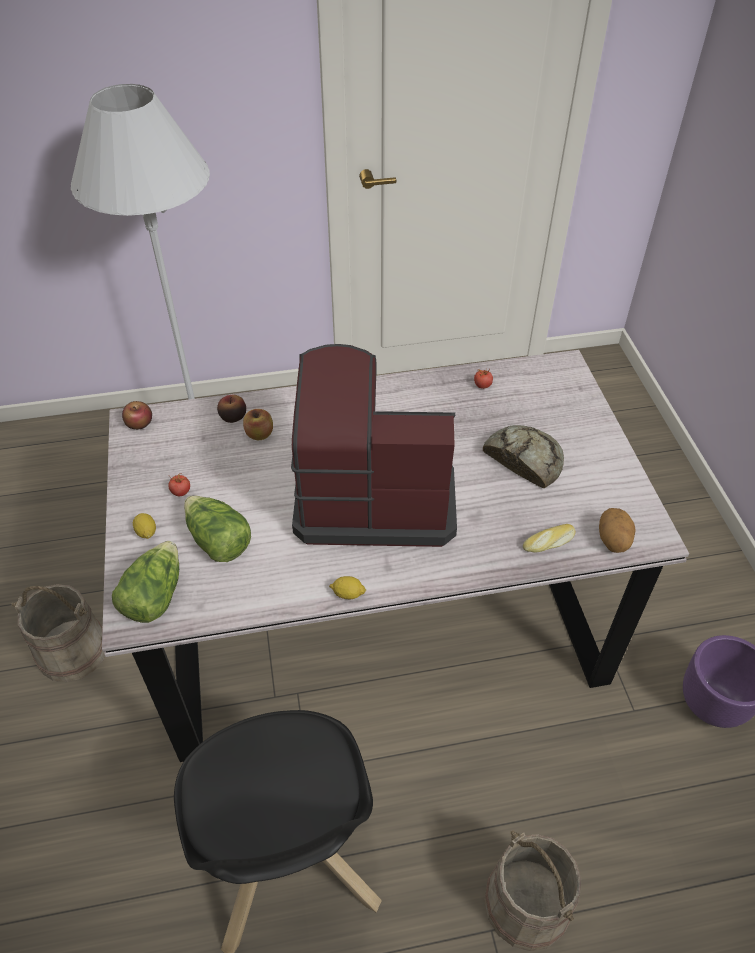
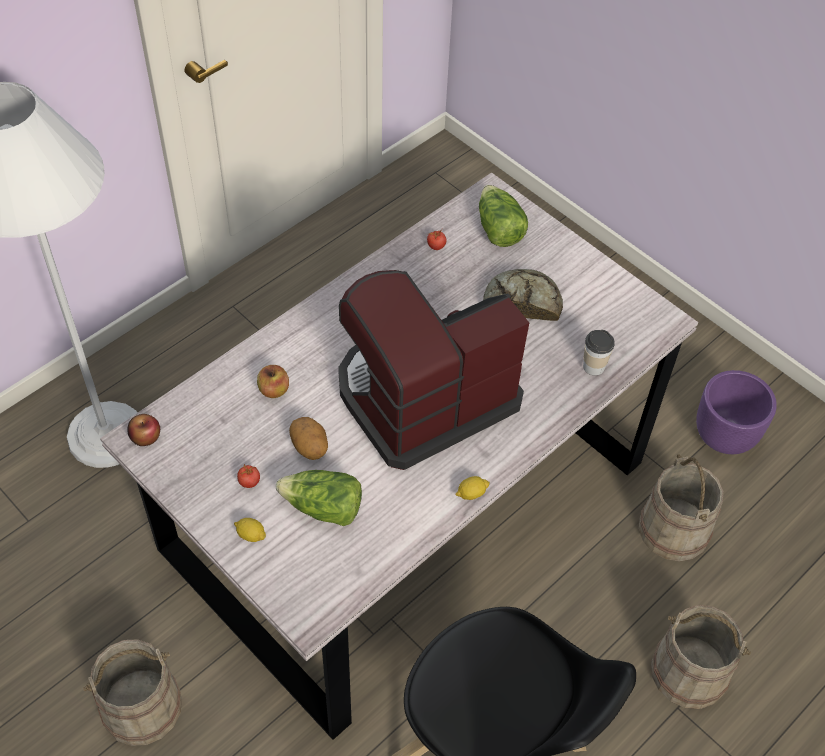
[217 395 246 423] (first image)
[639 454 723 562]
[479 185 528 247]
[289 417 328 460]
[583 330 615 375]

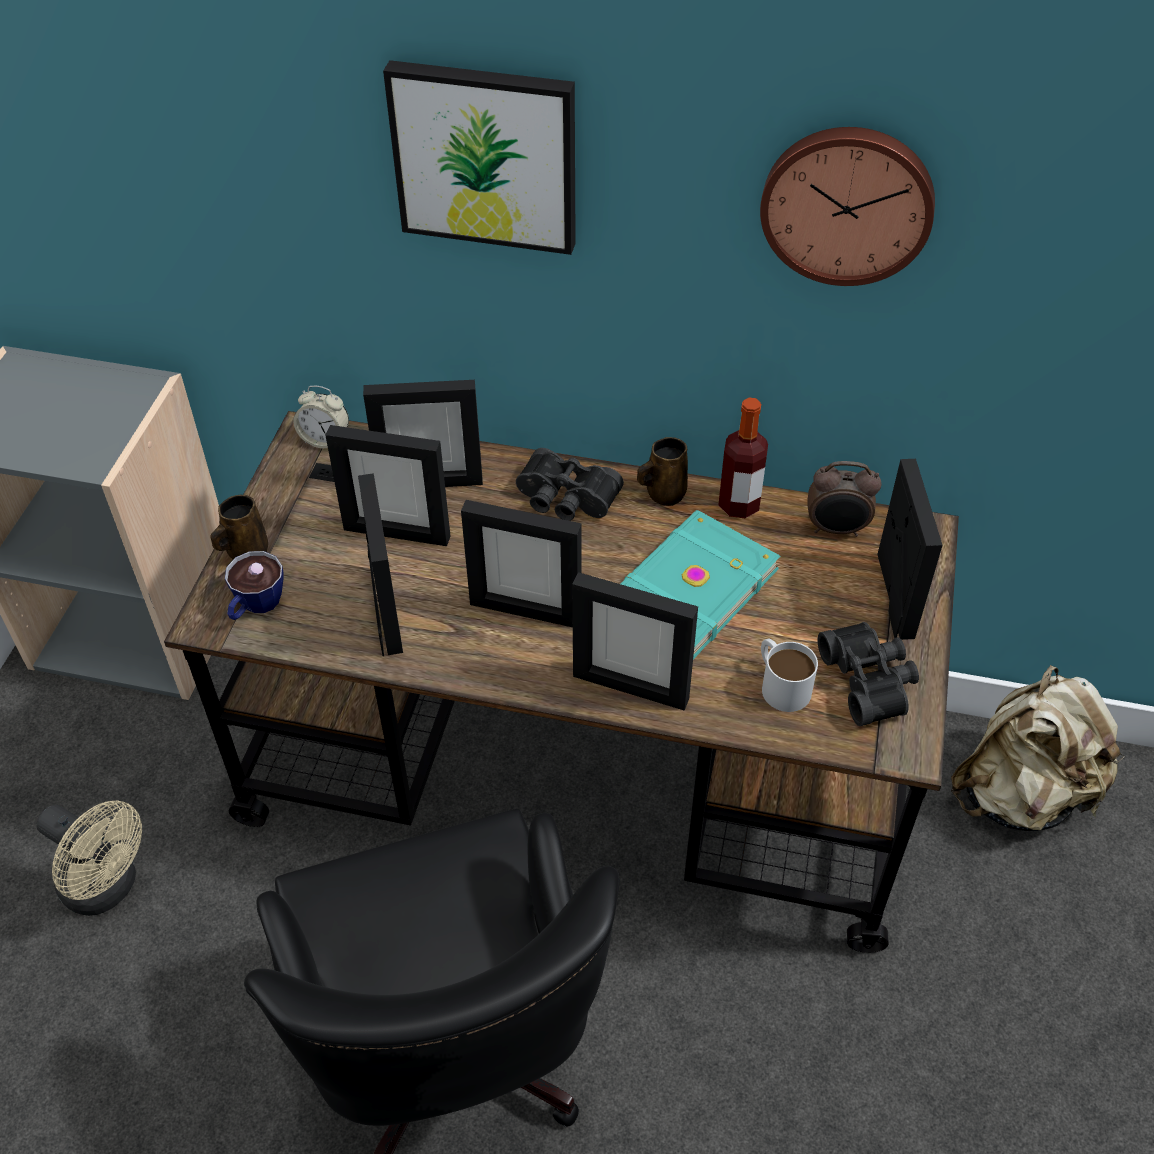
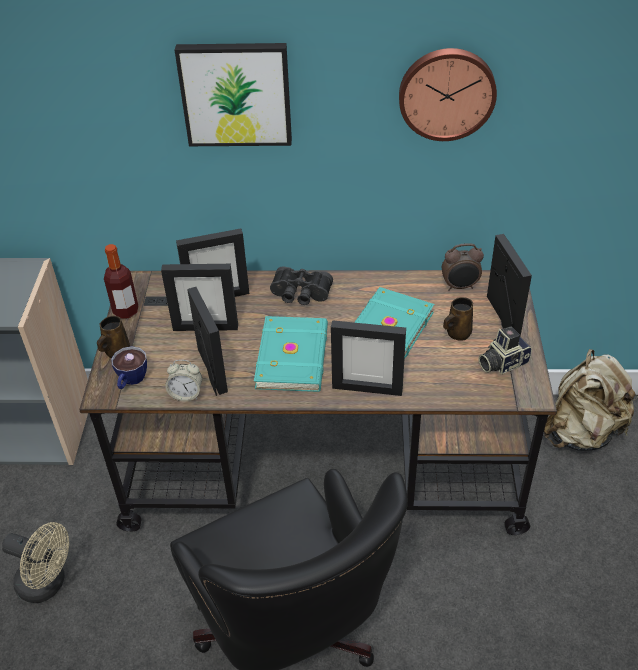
[761 638 818 712] (first image)
[165 360 202 401]
[443 297 473 341]
[104 244 138 319]
[254 316 328 392]
[478 326 532 375]

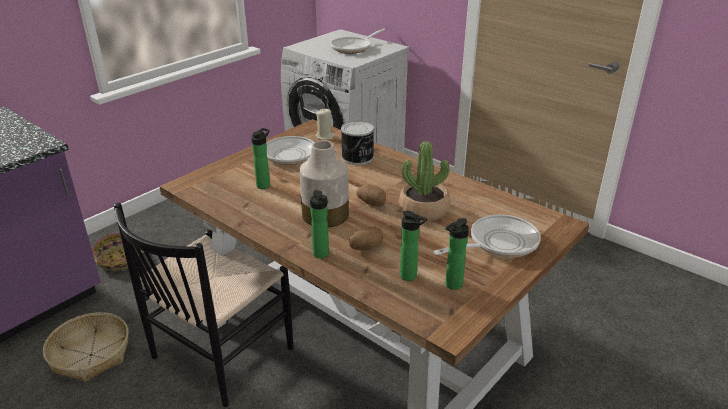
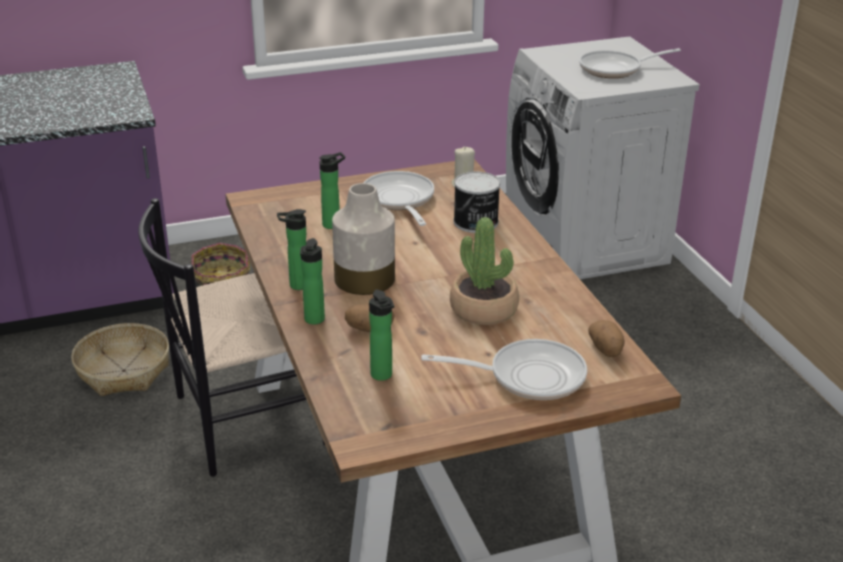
[588 320 625 357]
[277 209 306 290]

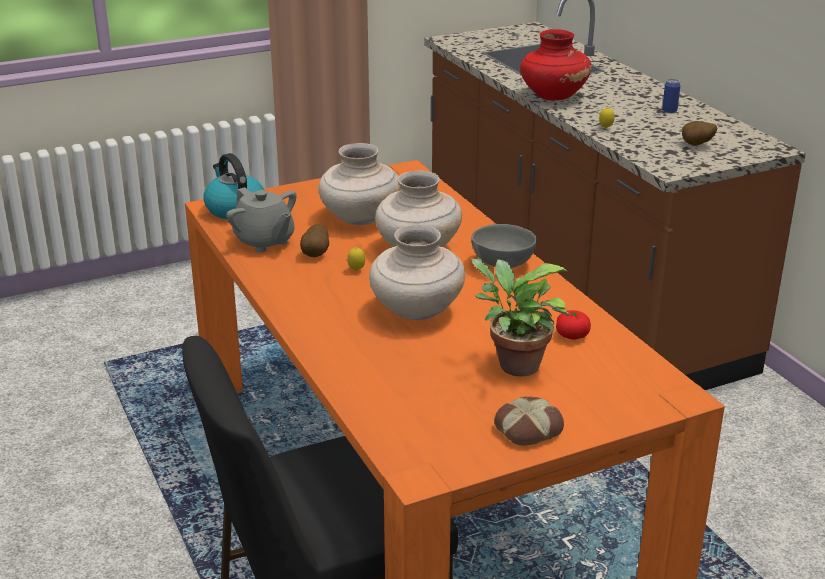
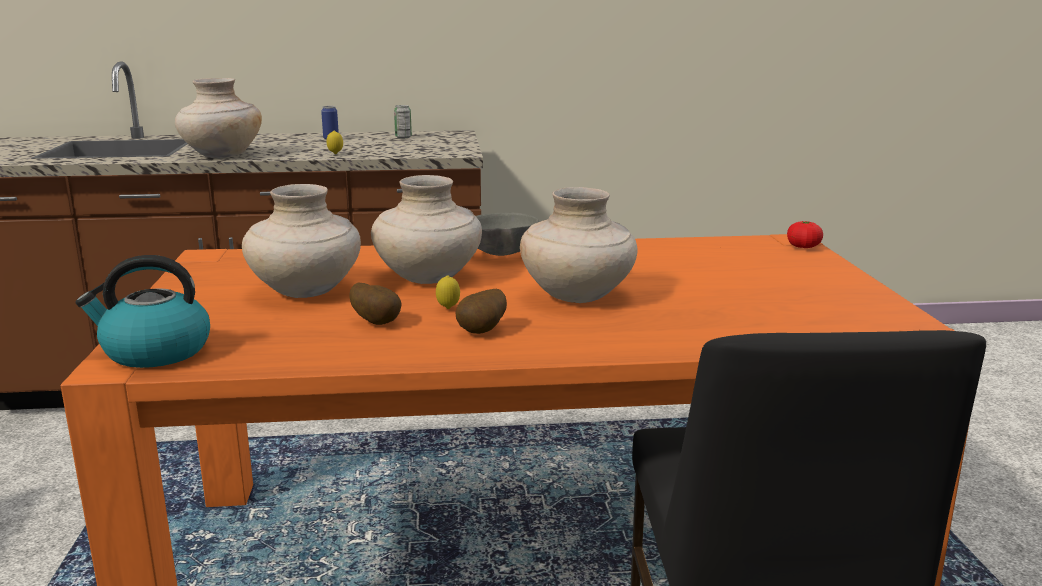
[226 187 297 253] (first image)
[470 258 569 376] (first image)
[494 396 564 446] (first image)
[394 105 412 138]
[787 221 823 248]
[455 289 507 334]
[175 78 262 158]

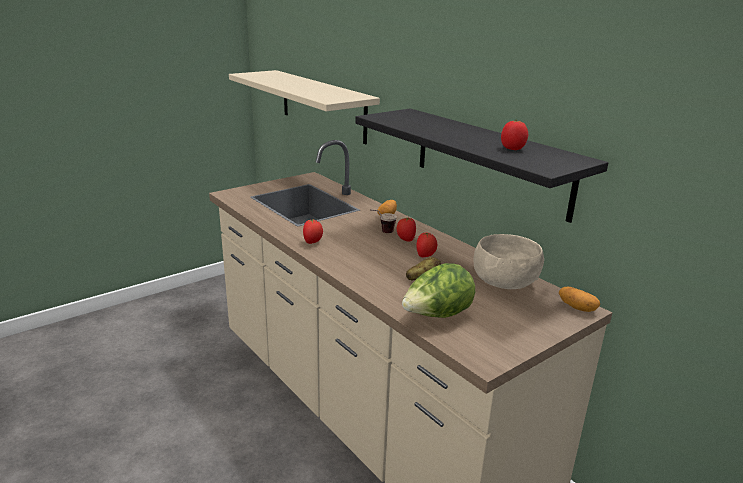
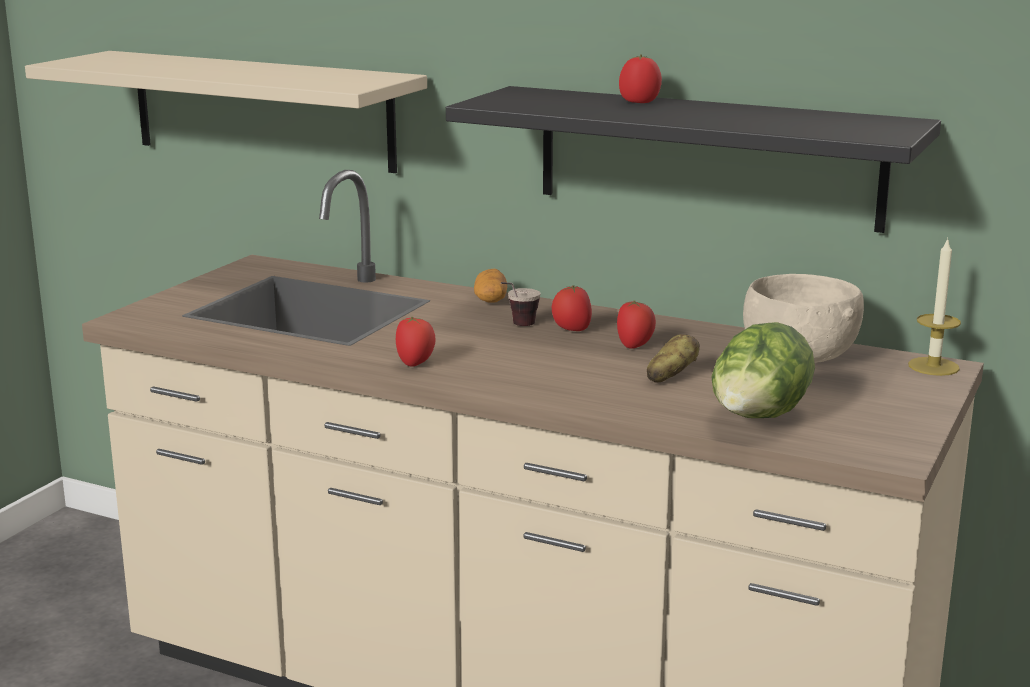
[619 54 662 103]
[908 237 961 376]

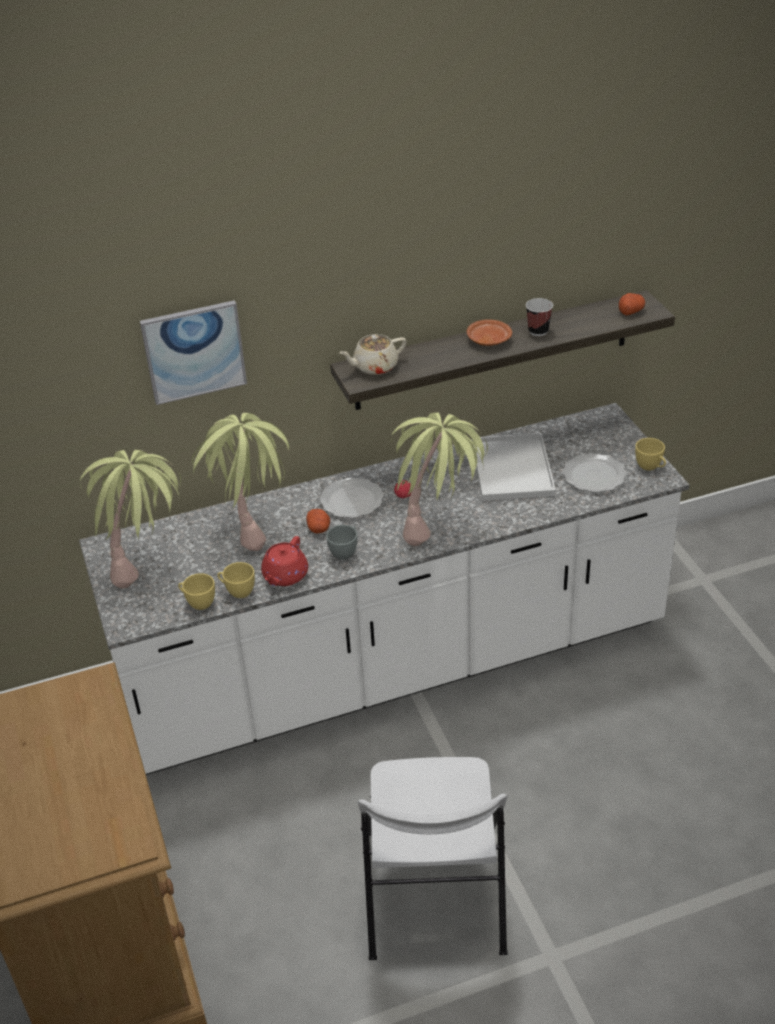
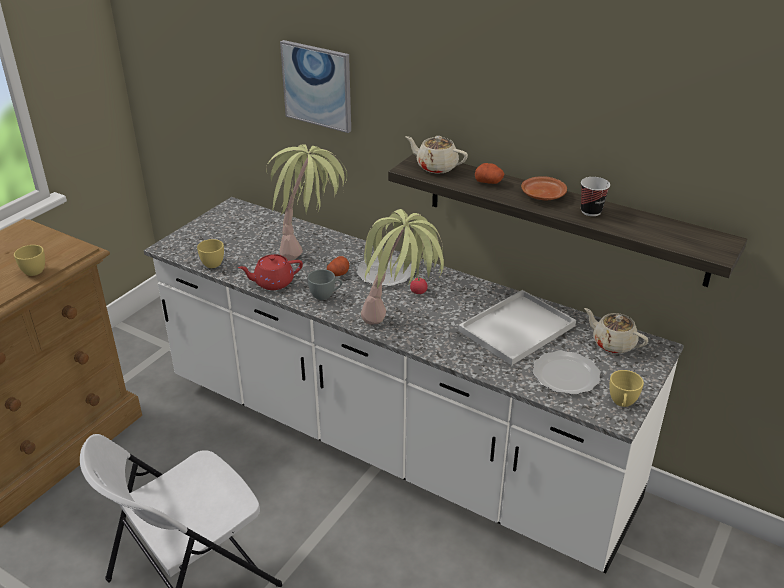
[80 450 181 588] (first image)
[584 308 648 354]
[14 245 45 276]
[475 163 504 184]

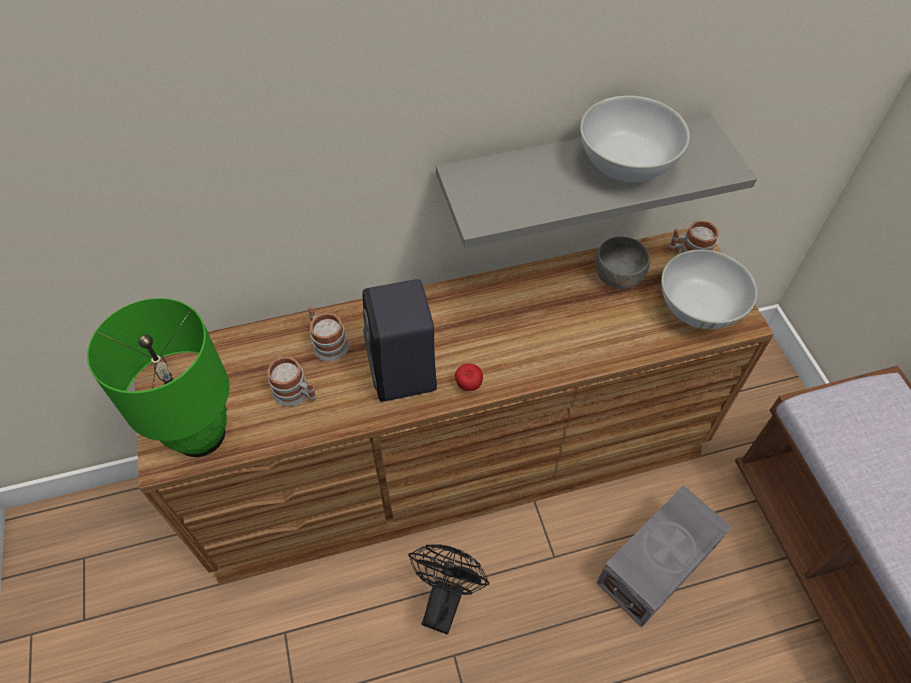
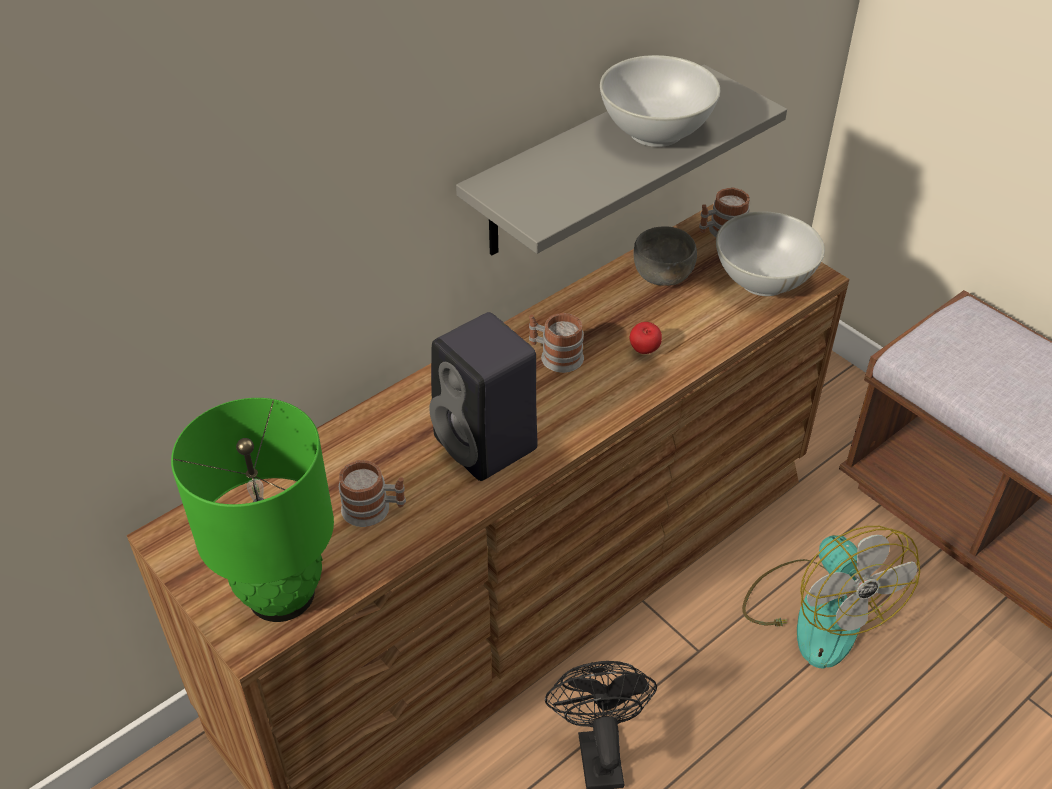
[529 313 584 373]
[630 322 662 354]
[742 526 920 669]

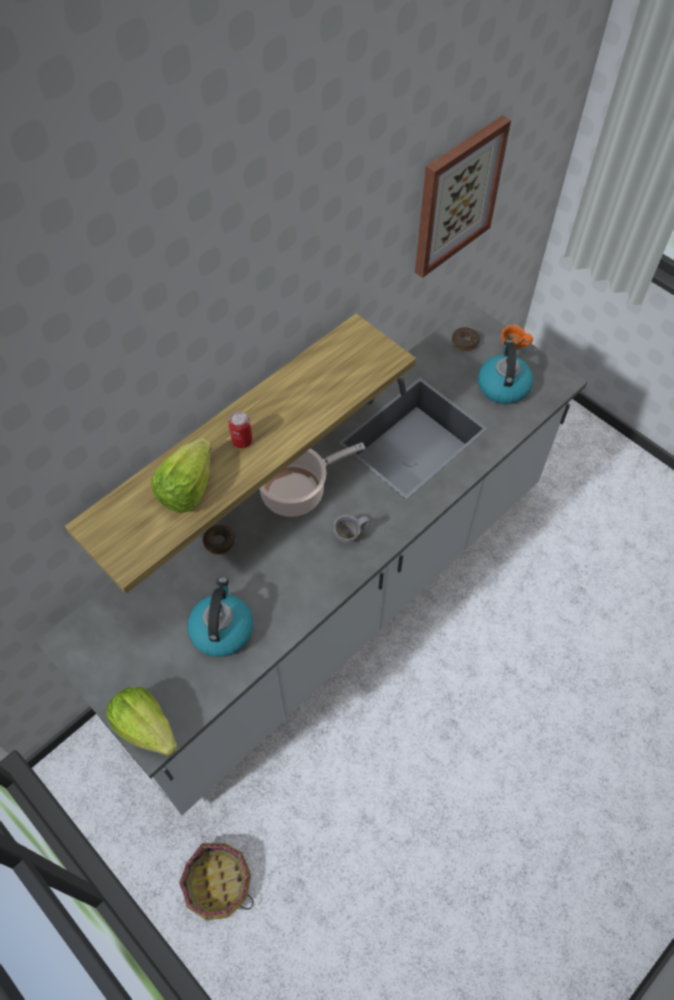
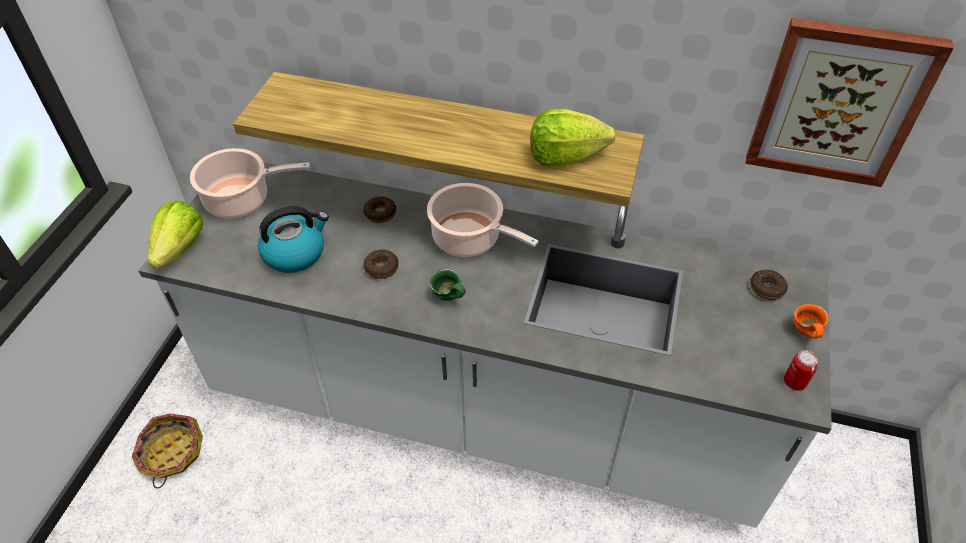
[478 340 533 404] (first image)
[190 148 310 218]
[364 249 399 279]
[530 109 616 167]
[784 350 818 391]
[430 269 466 301]

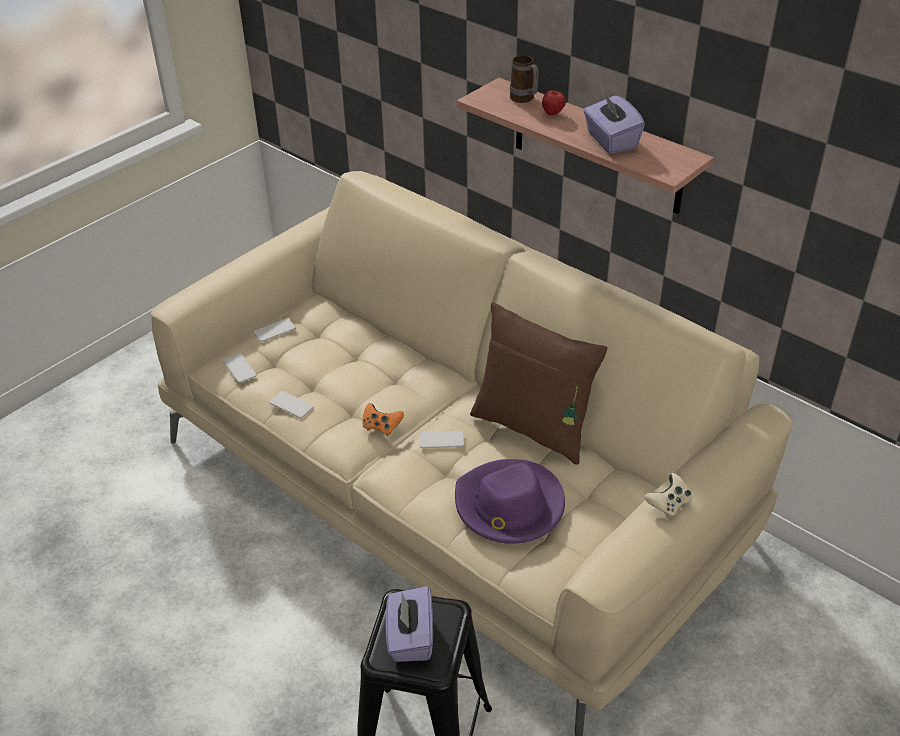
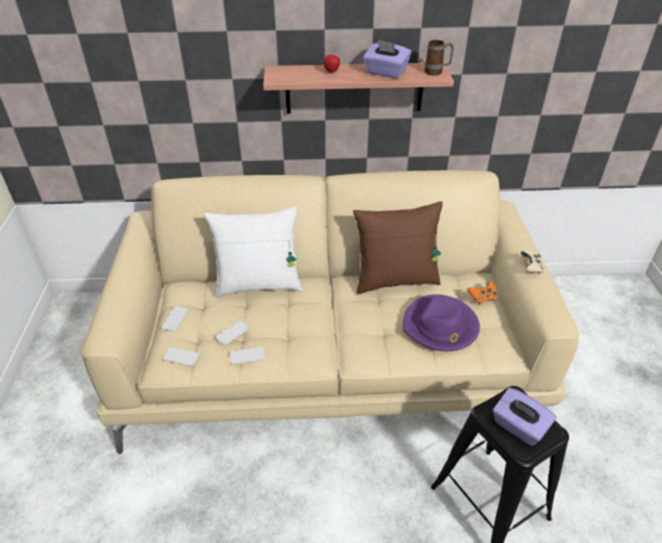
[204 207 302 298]
[468 281 497 305]
[215 320 250 345]
[425 40 454 75]

